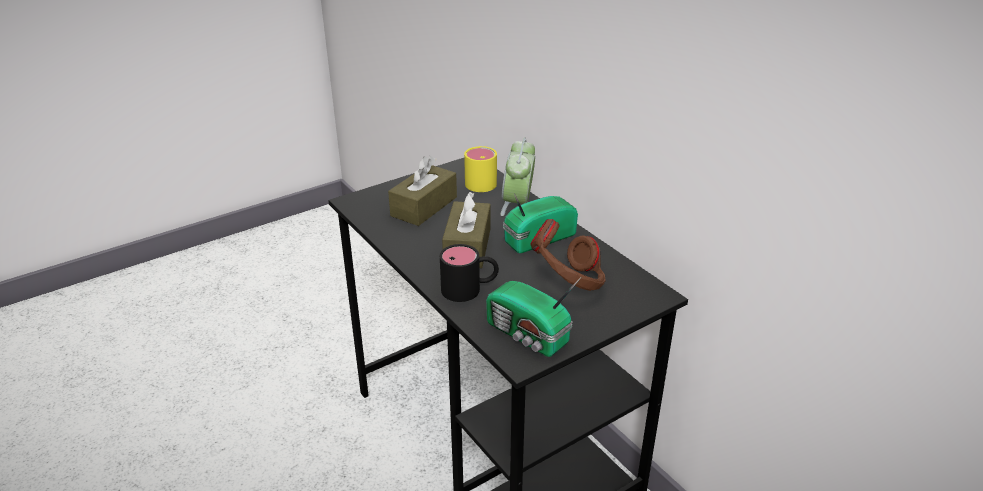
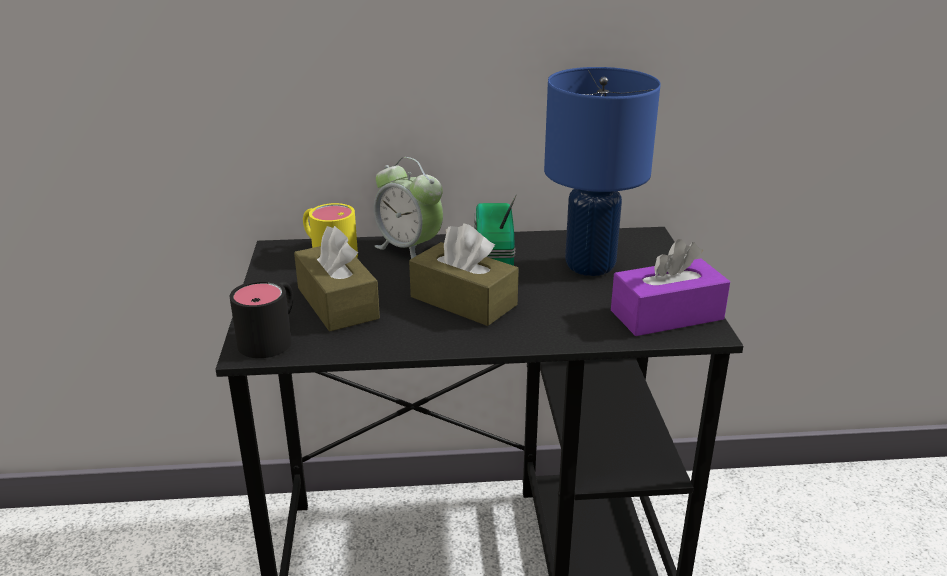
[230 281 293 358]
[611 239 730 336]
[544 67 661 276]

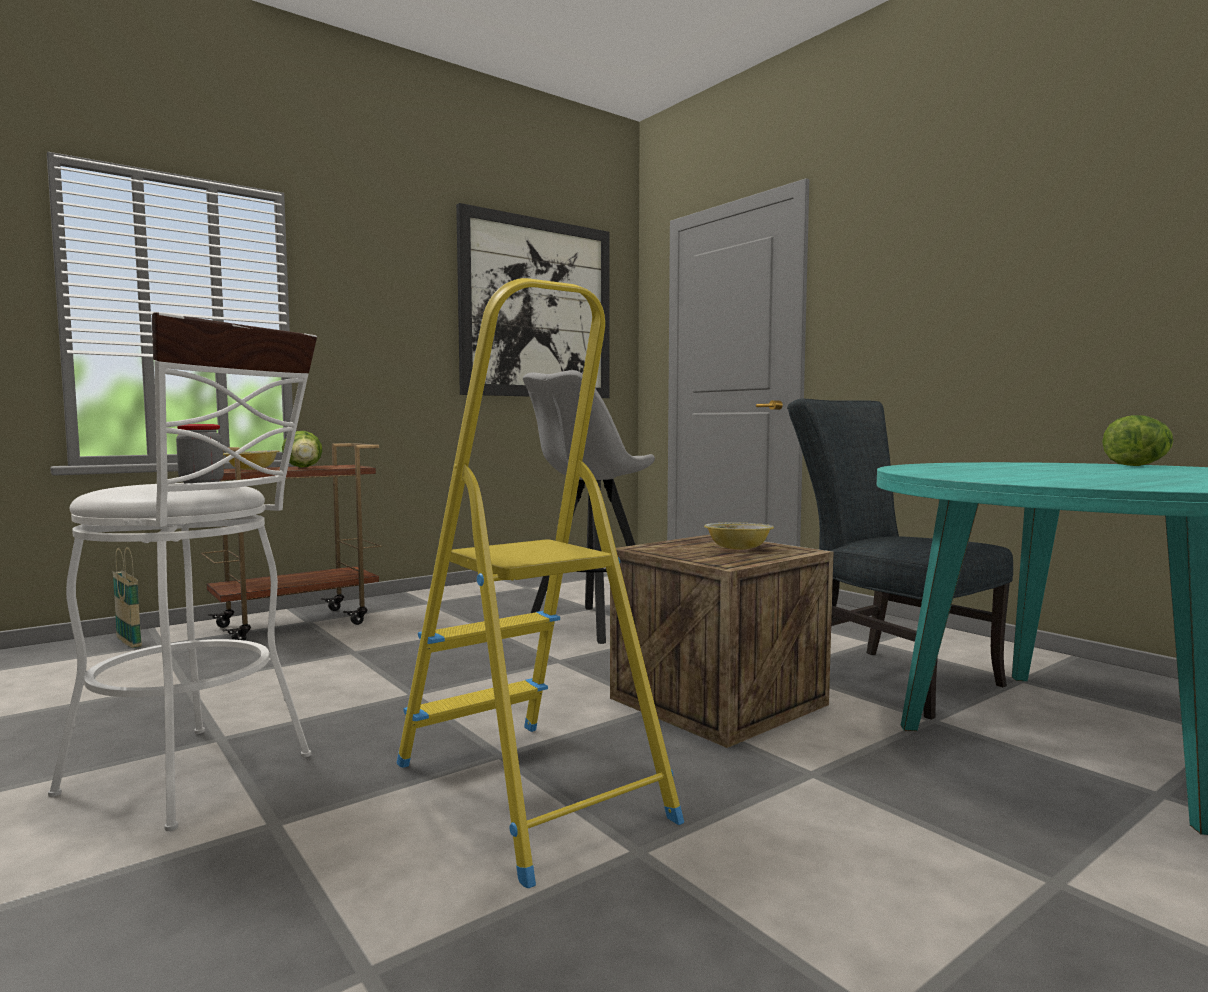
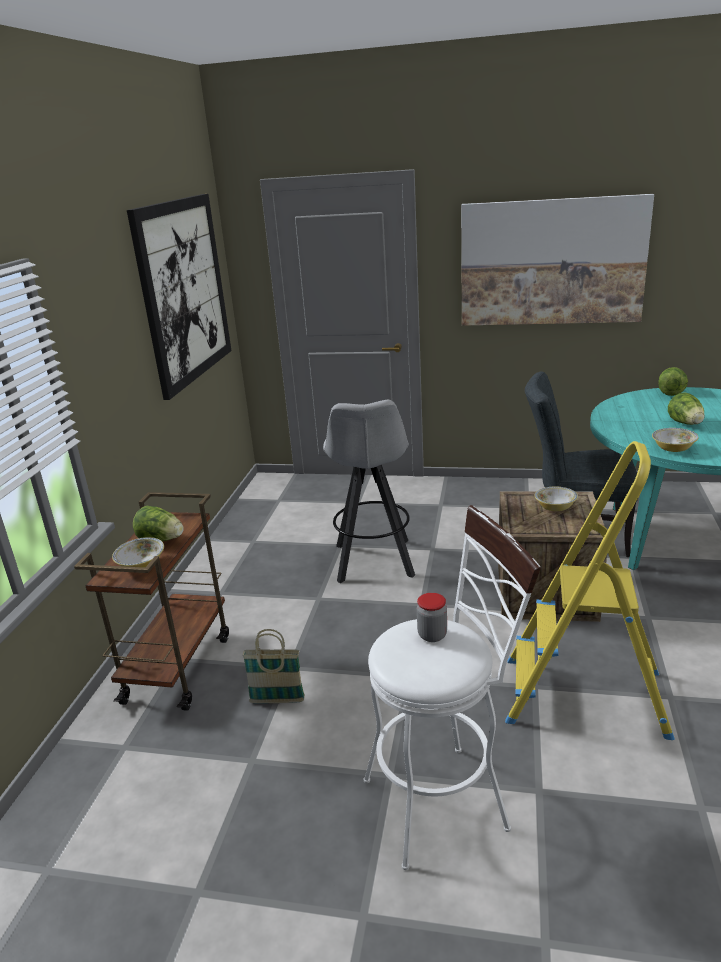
[461 194 654 326]
[652 428 698 452]
[668 392 705 425]
[242 629 305 704]

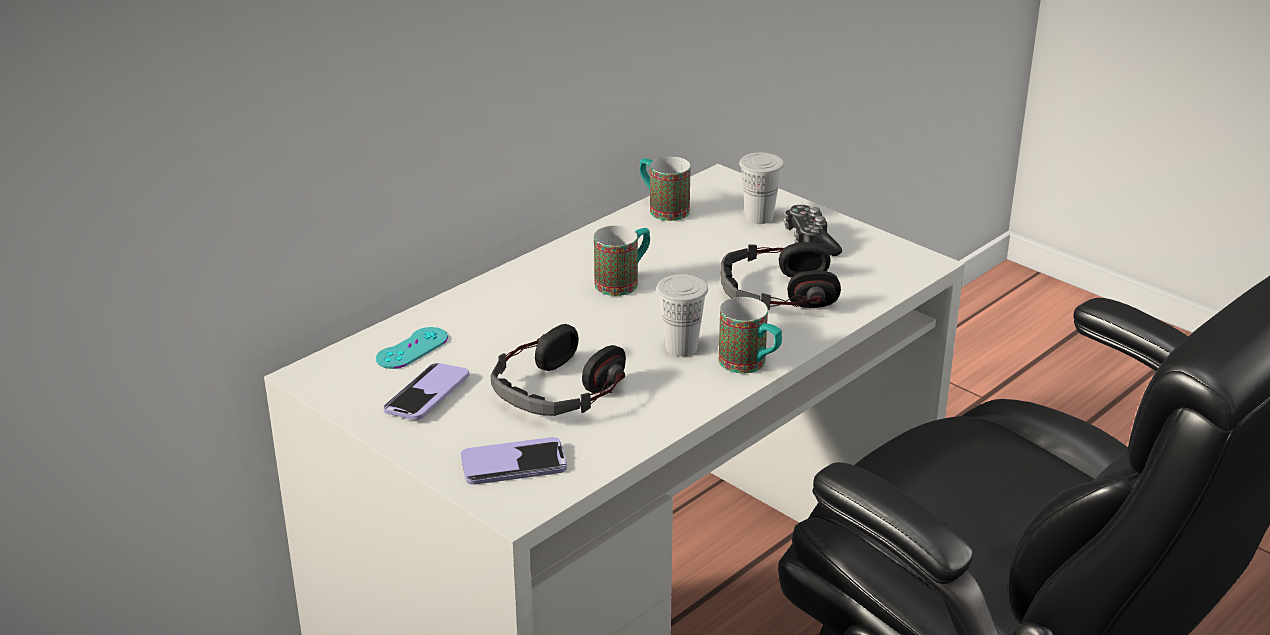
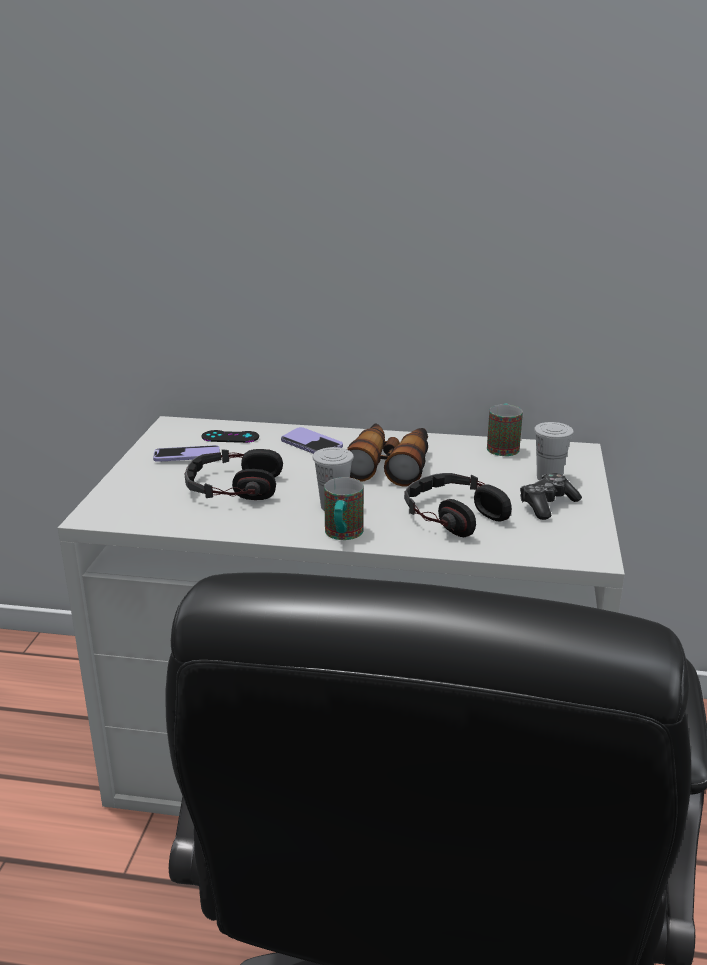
[281 427 343 454]
[347 424 428 487]
[202 430 259 443]

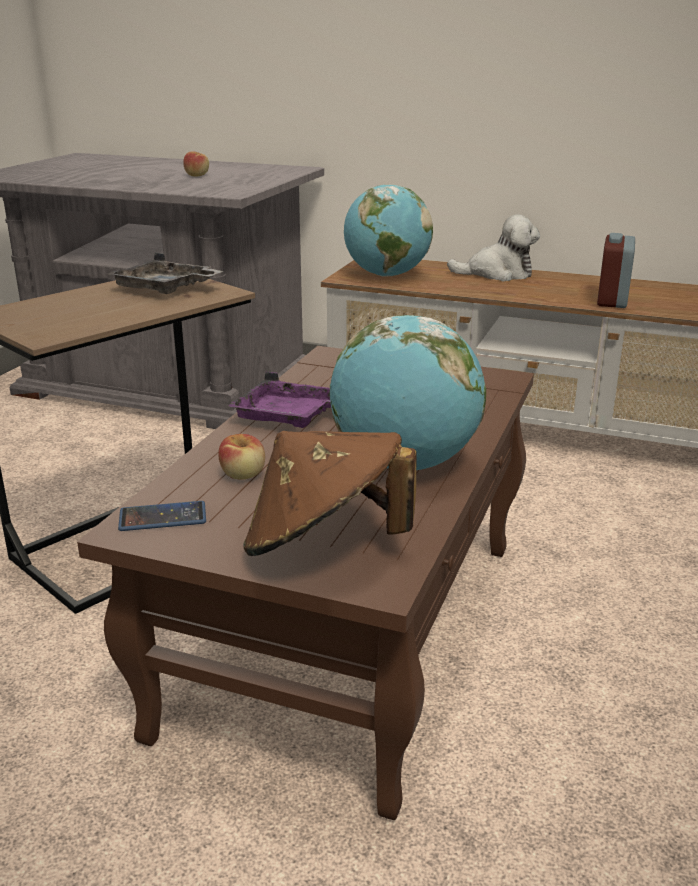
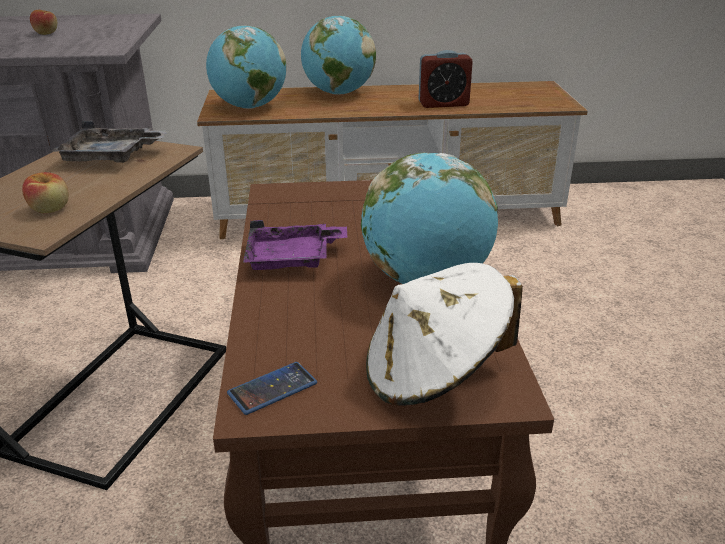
[22 172 69 213]
[301 16 376 95]
[366 263 523 406]
[419 50 473 108]

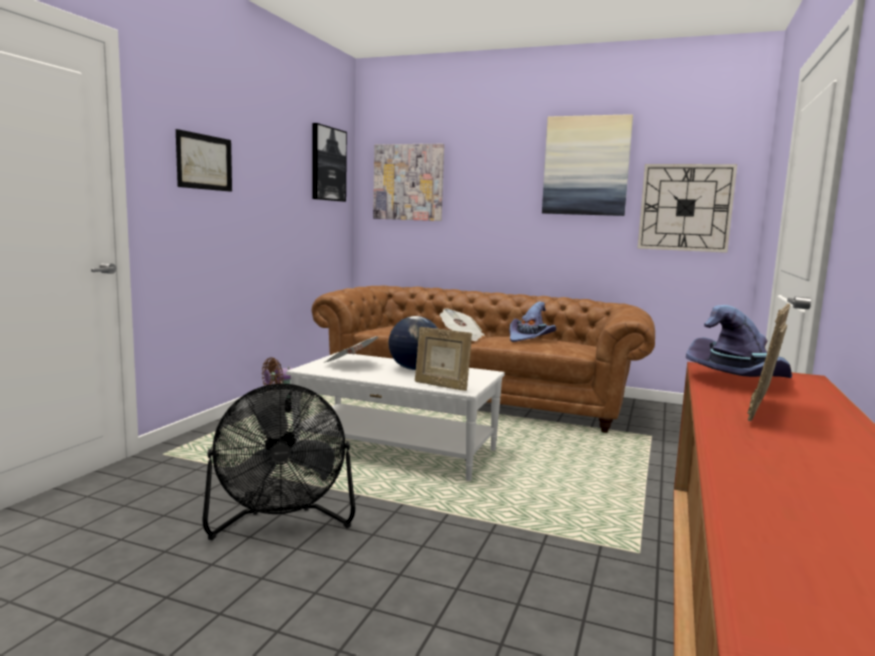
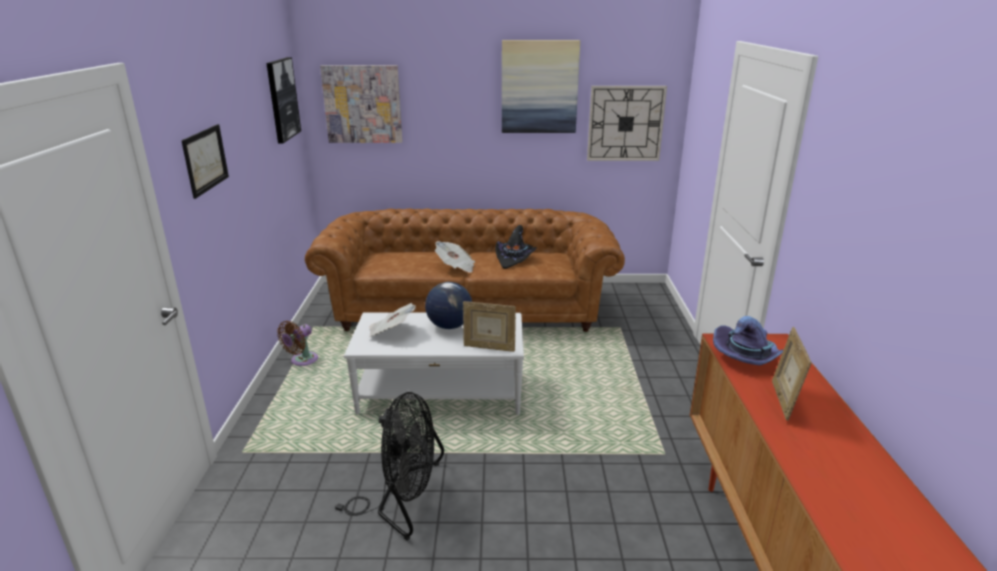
[495 225 536 269]
[334 392 444 541]

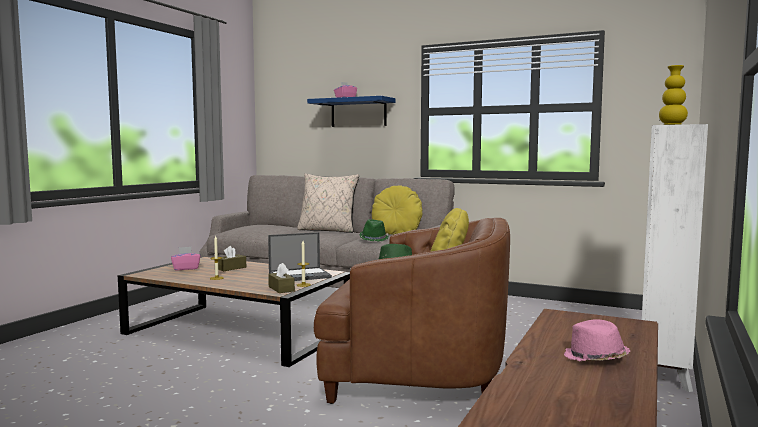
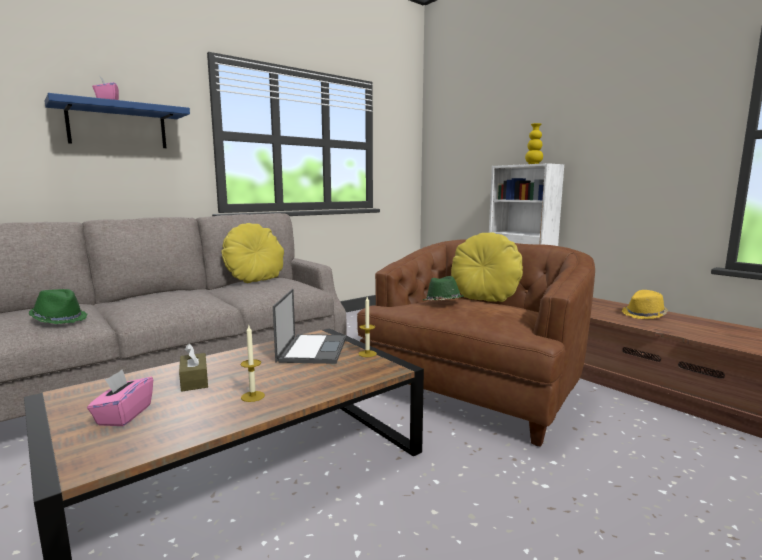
[268 263 295 293] (first image)
[297 173 359 233] (first image)
[29 289 88 324]
[622 290 667 319]

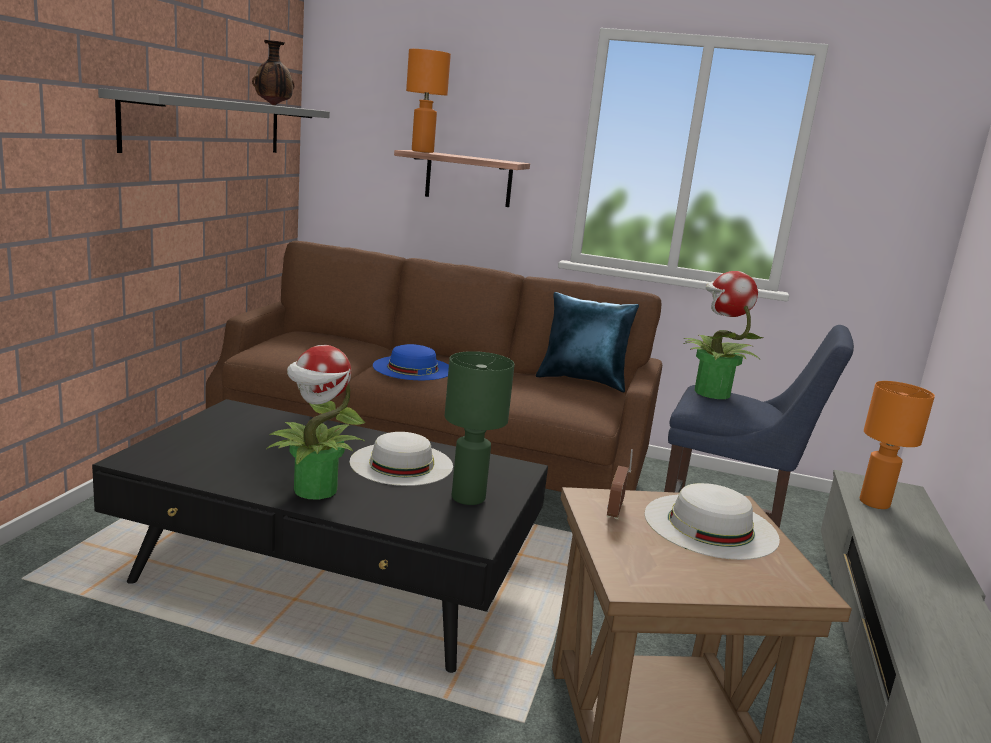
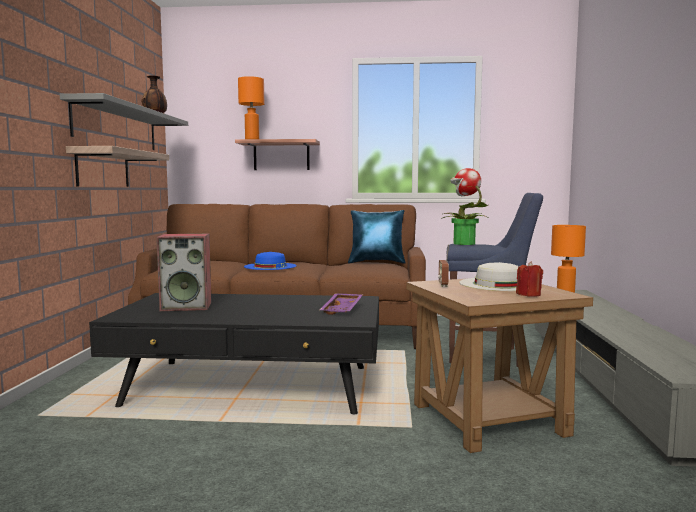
[267 345 365 500] (first image)
[350 432 453 486] (first image)
[66 146 169 187]
[156 234 212 311]
[516 261 543 297]
[320 293 363 315]

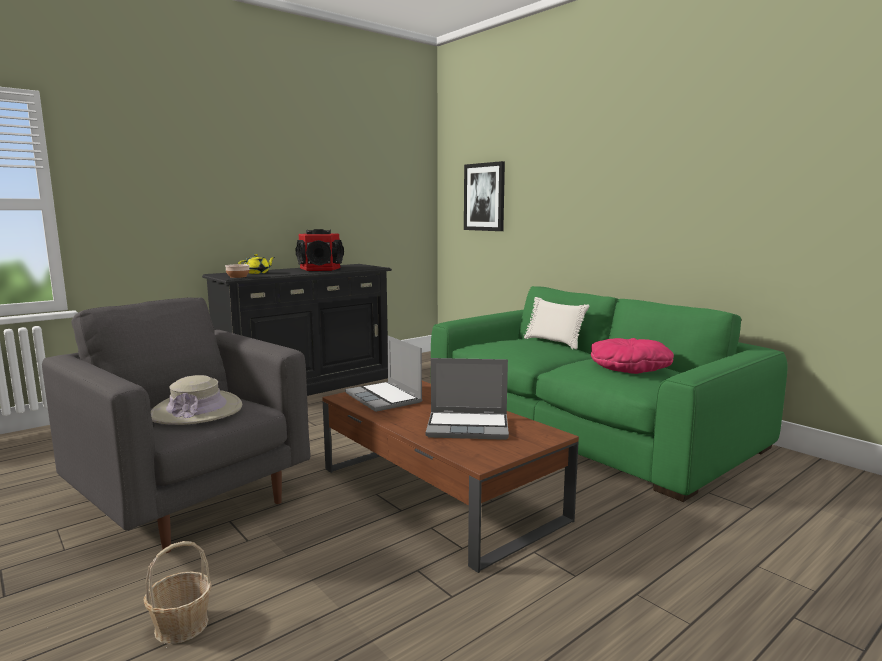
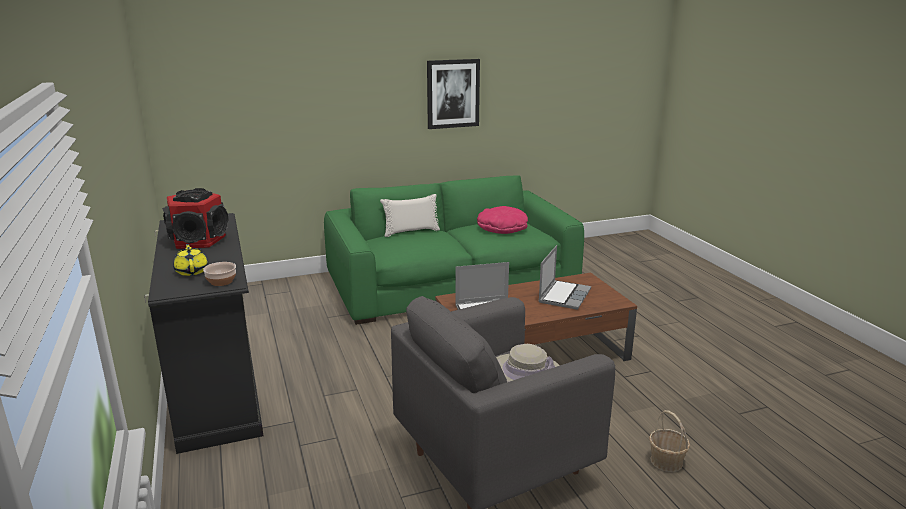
[427 59 480 129]

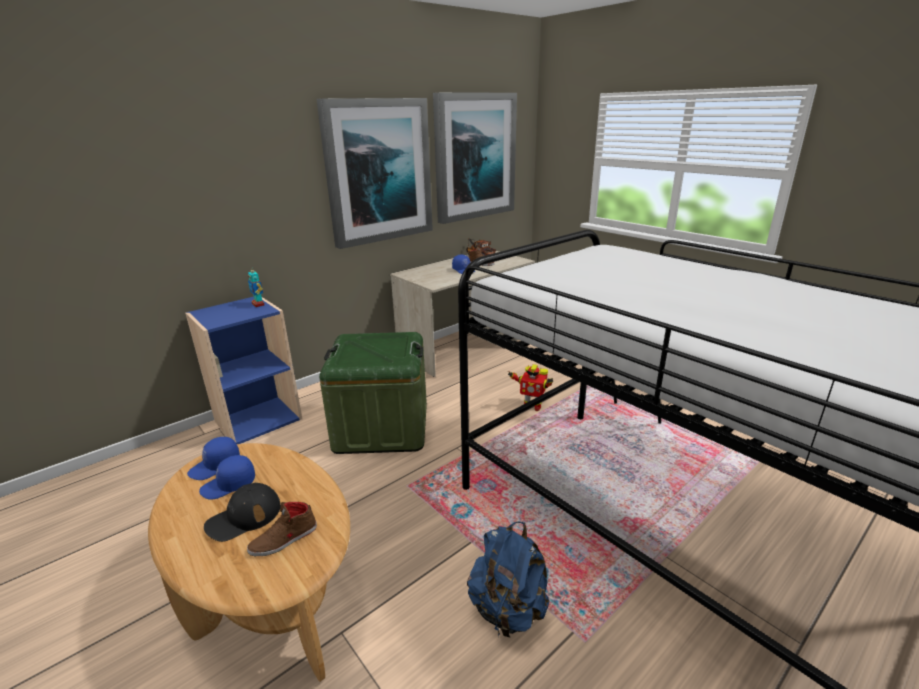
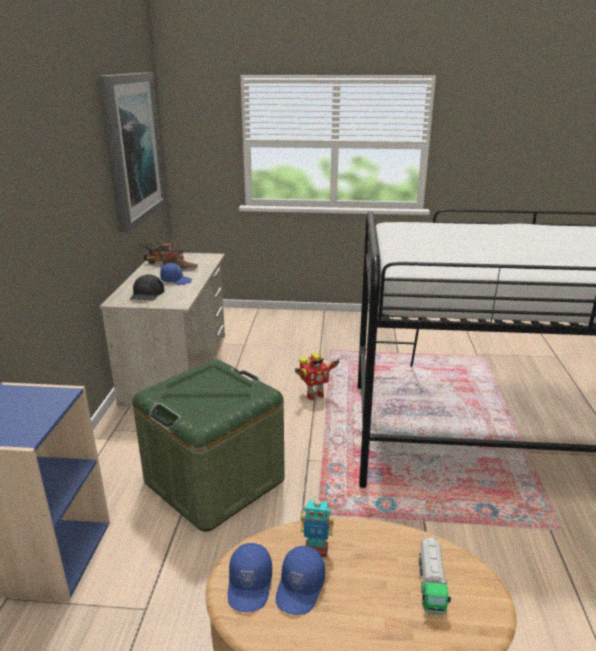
[316 98 433 249] (first image)
[467 521 549 638] (first image)
[130 274 164 300]
[300 496 334 557]
[419 537 451 615]

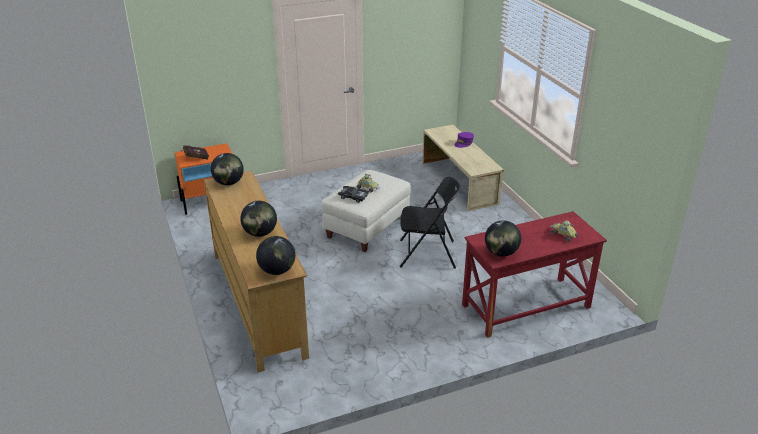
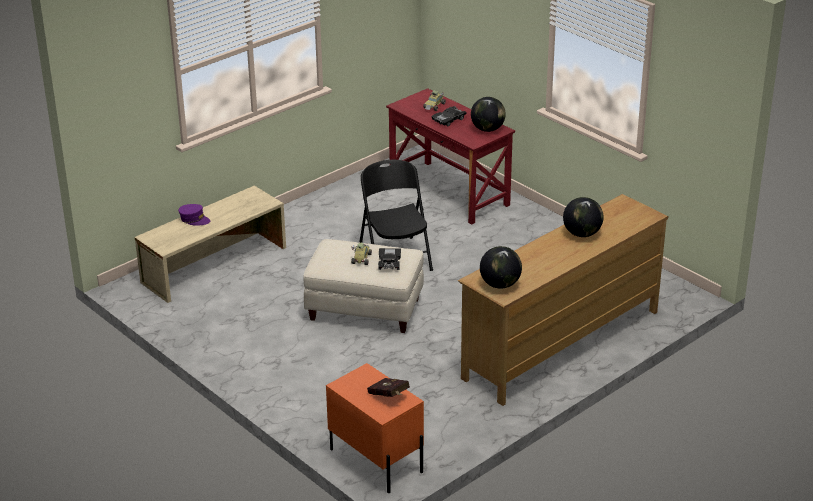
[256 236 295 275] (first image)
[431 106 467 126]

